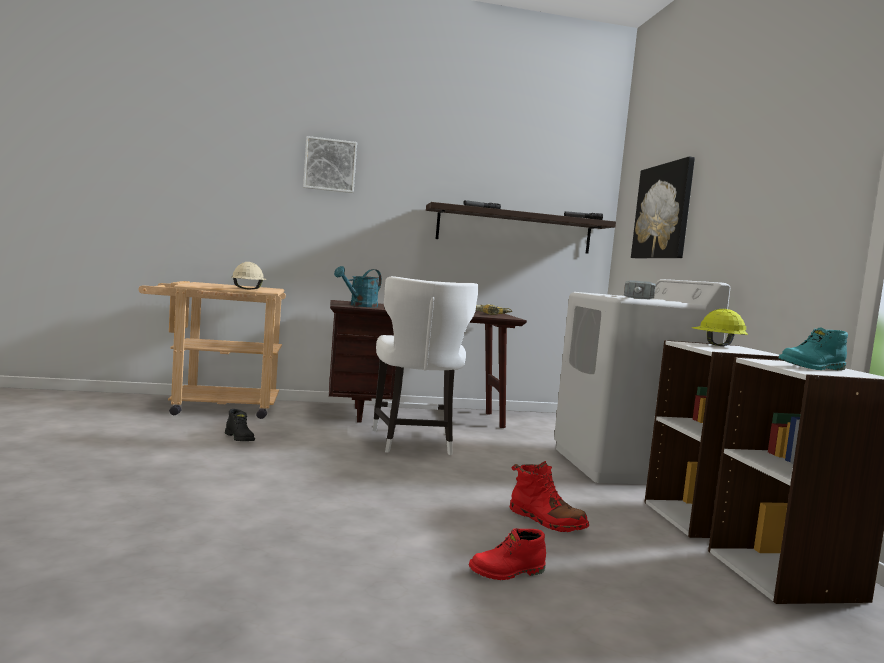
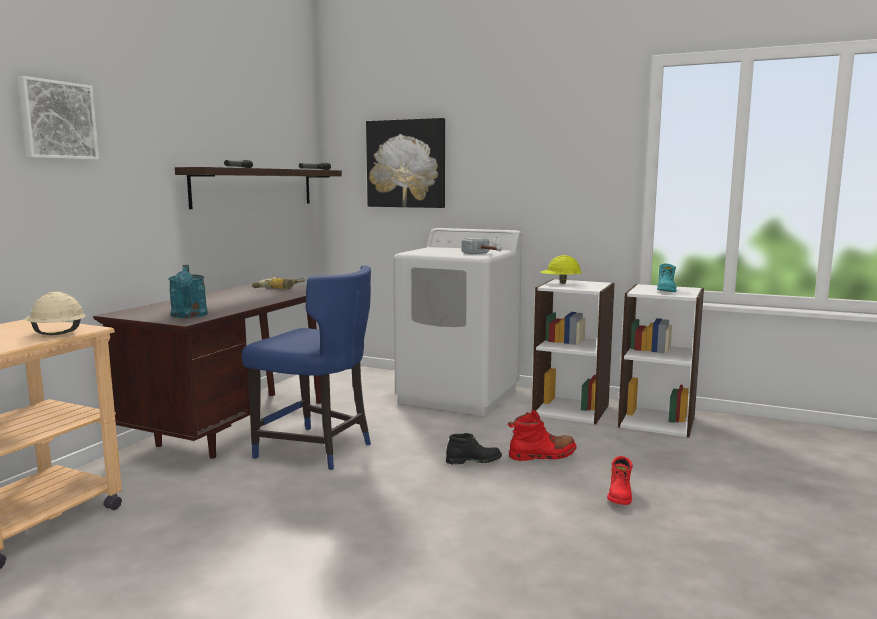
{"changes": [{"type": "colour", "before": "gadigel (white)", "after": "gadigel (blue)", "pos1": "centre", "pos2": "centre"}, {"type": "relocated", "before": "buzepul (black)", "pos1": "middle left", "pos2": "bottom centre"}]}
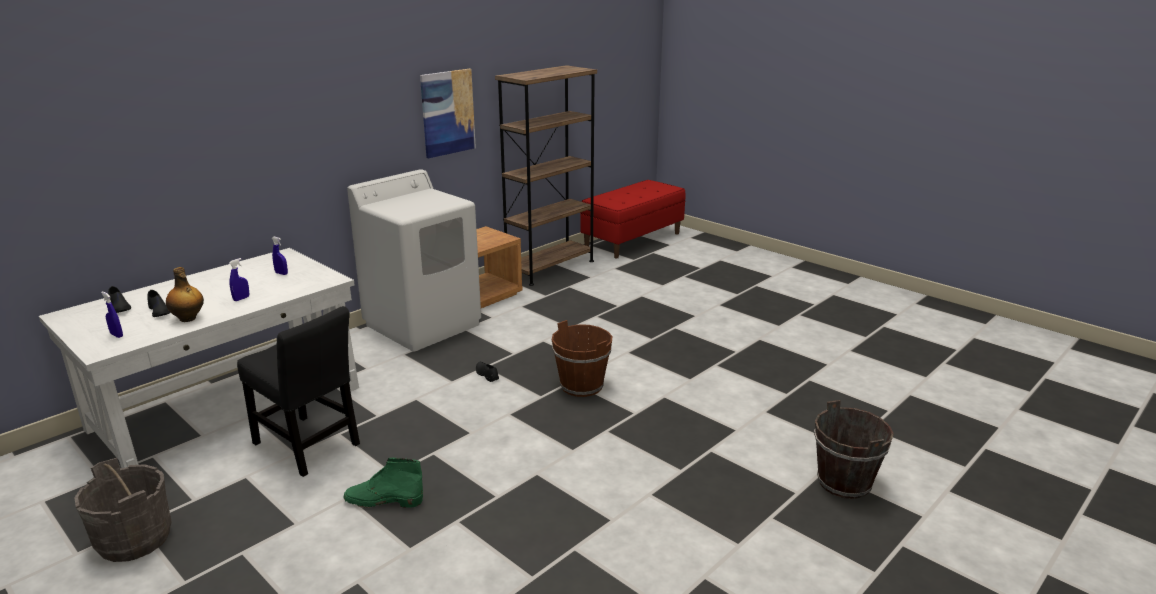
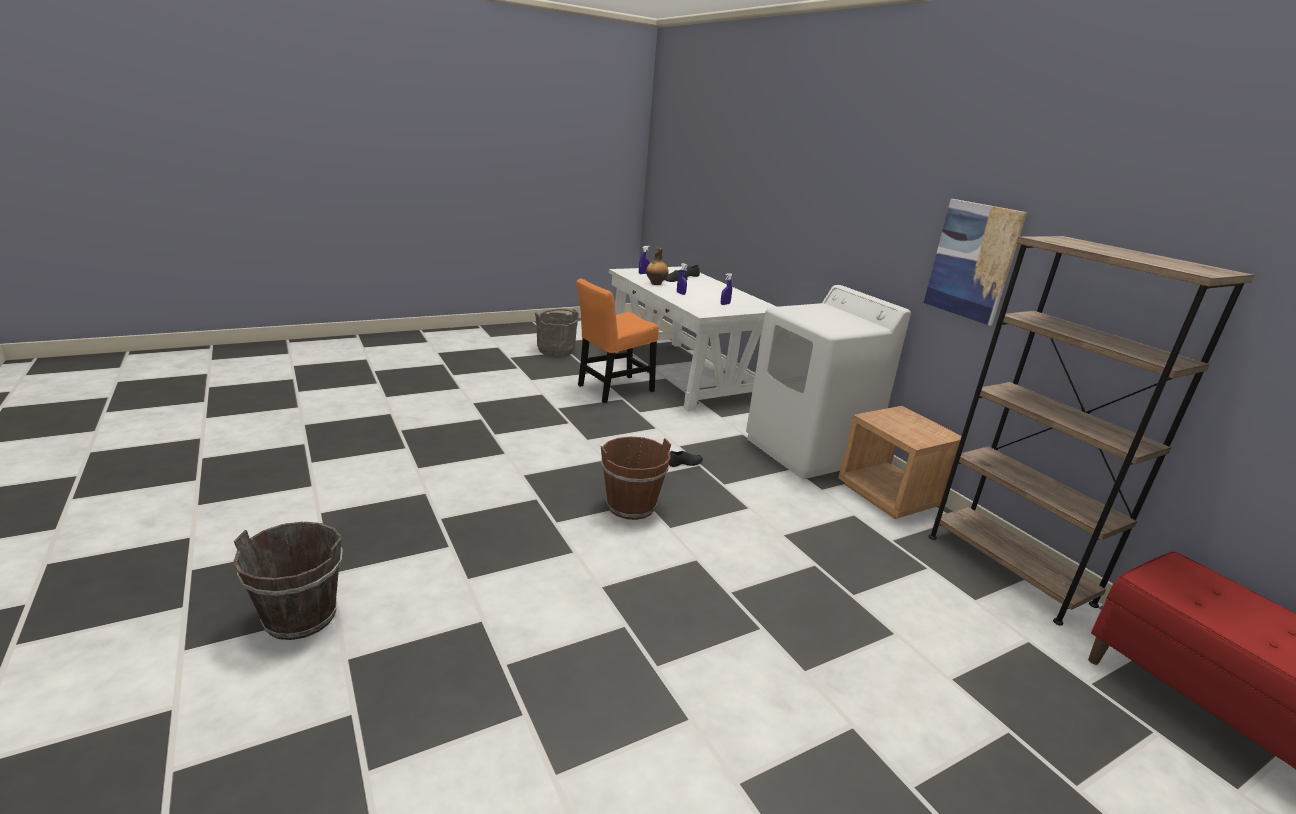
{"changes": [{"type": "colour", "before": "gadigel (black)", "after": "gadigel (orange)", "pos1": "middle left", "pos2": "centre"}, {"type": "missing", "before": "buzepul (green)", "pos1": "bottom left"}]}
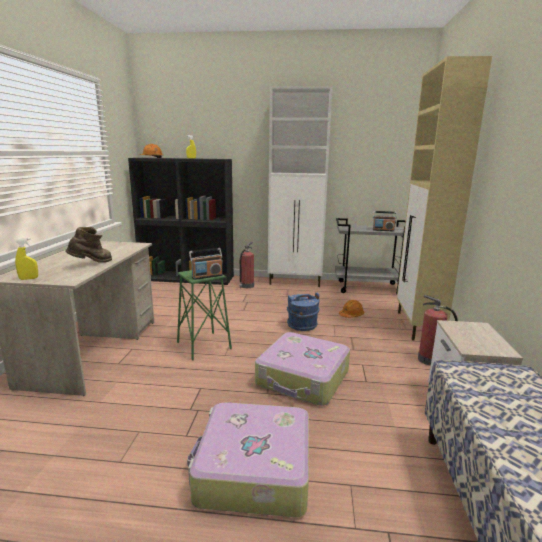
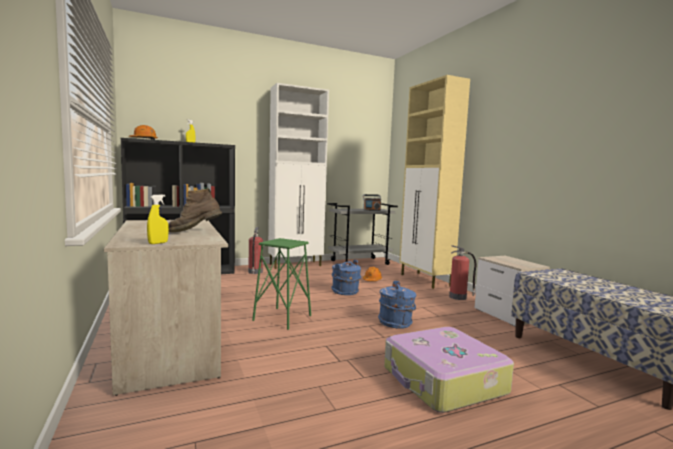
{"changes": [{"type": "spun", "before": "buzepul (brown)", "pos1": "middle left", "pos2": "middle left", "turn": -120}, {"type": "missing", "before": "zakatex (no. 1 from left)", "pos1": "centre"}, {"type": "exchanged", "before": "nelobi (no. 2 from left)", "after": "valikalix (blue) (no. 2 from left)", "pos1": "bottom centre", "pos2": "bottom centre"}]}
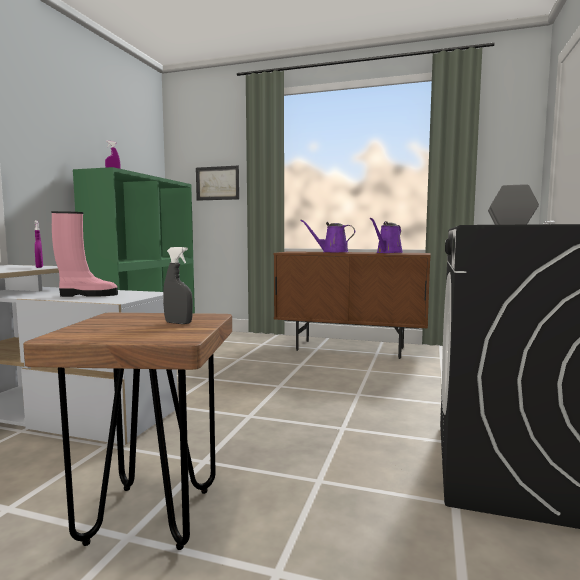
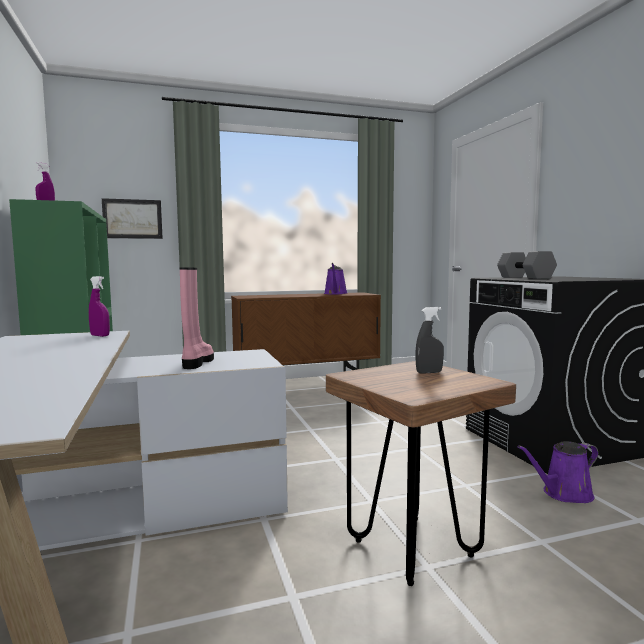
{"changes": [{"type": "spun", "before": "buzepul (pink)", "pos1": "middle left", "pos2": "middle left", "turn": -45}, {"type": "relocated", "before": "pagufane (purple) (no. 1 from left in the first image)", "after": "pagufane (purple) (no. 2 from left)", "pos1": "centre", "pos2": "bottom right"}]}
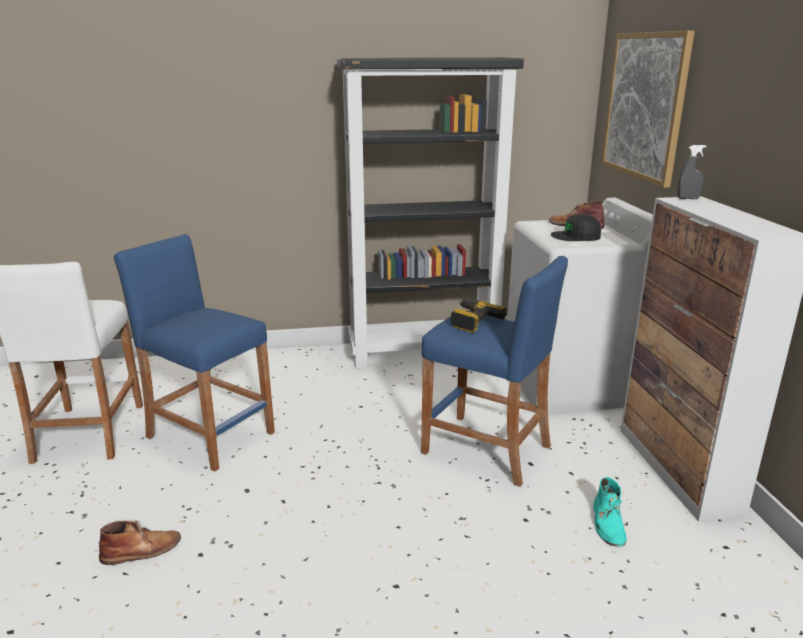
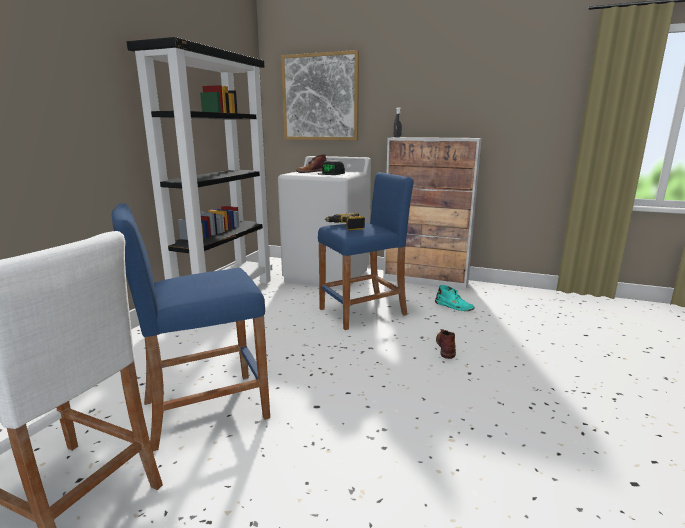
{"changes": [{"type": "relocated", "before": "buzepul (brown) (no. 1 from left in the first image)", "after": "buzepul (brown) (no. 2 from left)", "pos1": "bottom left", "pos2": "centre"}]}
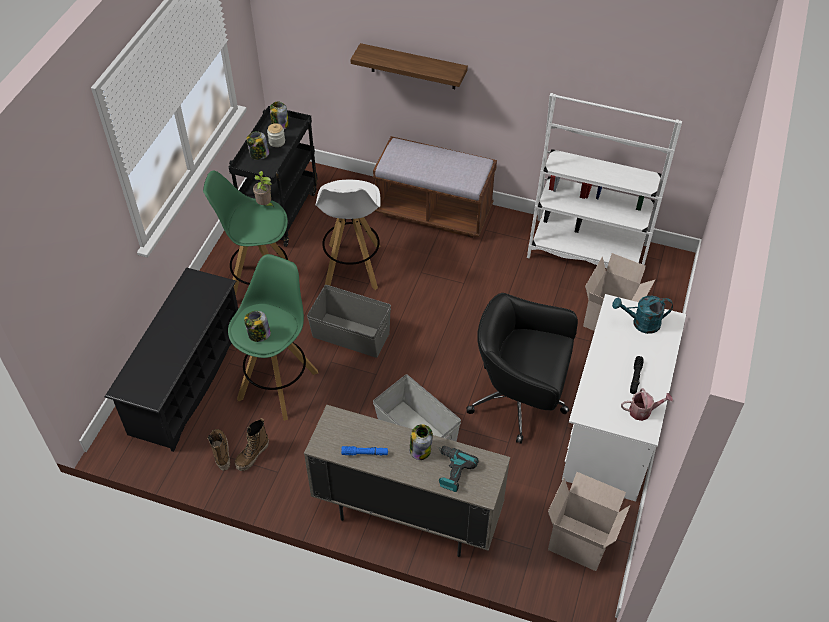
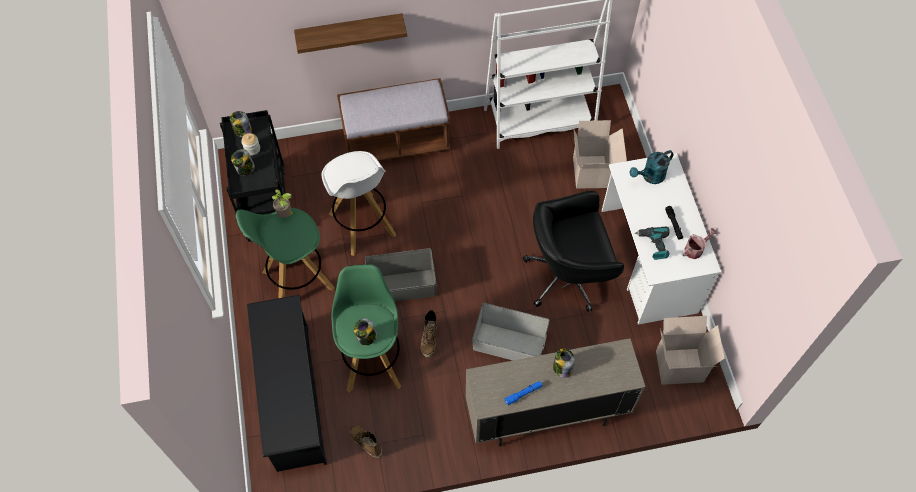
{"changes": [{"type": "relocated", "before": "buzepul (no. 2 from left)", "pos1": "bottom left", "pos2": "bottom centre"}, {"type": "relocated", "before": "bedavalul", "pos1": "bottom centre", "pos2": "middle right"}]}
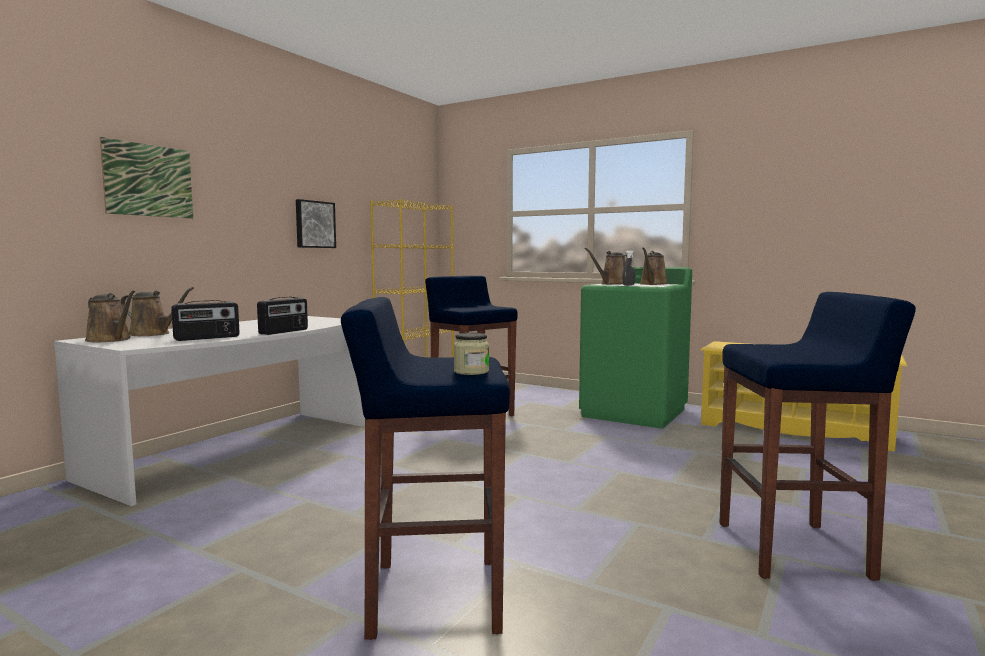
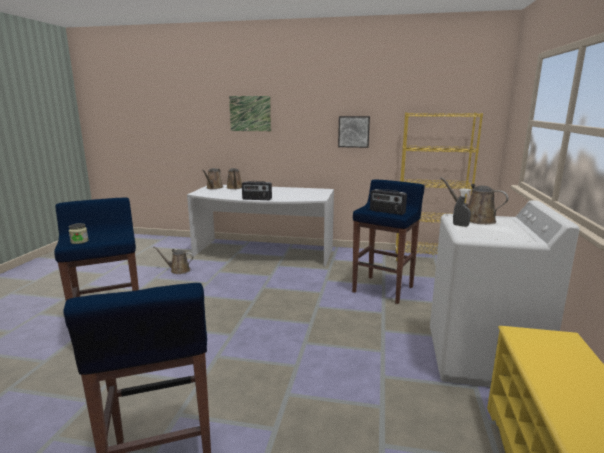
{"changes": [{"type": "relocated", "before": "pagufane (brown) (no. 4 from left in the first image)", "after": "pagufane (brown) (no. 1 from left)", "pos1": "centre", "pos2": "middle left"}, {"type": "colour", "before": "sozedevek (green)", "after": "sozedevek (white)", "pos1": "centre", "pos2": "middle right"}, {"type": "relocated", "before": "zakatex (no. 1 from left in the first image)", "after": "zakatex (no. 2 from left)", "pos1": "middle left", "pos2": "centre"}]}
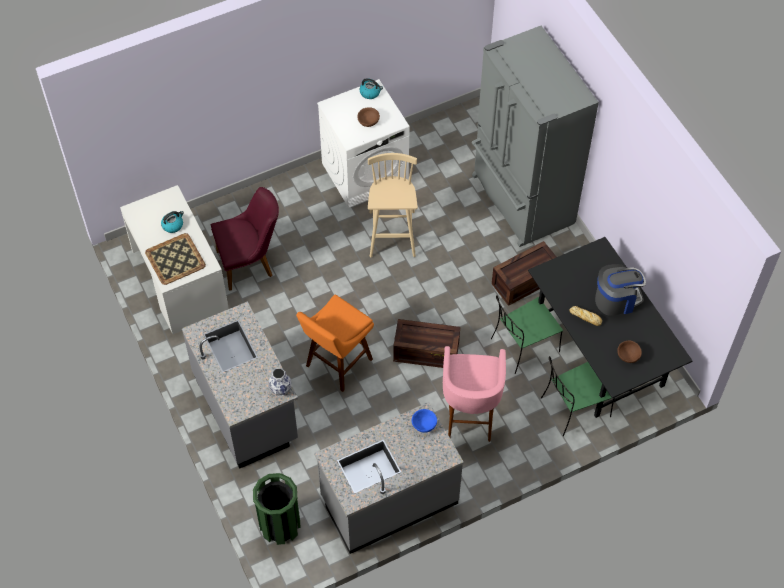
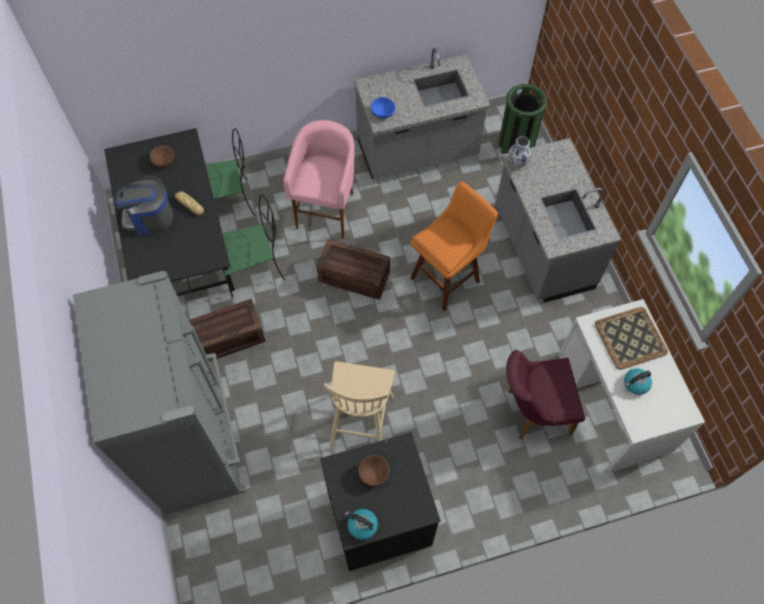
{"changes": [{"type": "colour", "before": "sozedevek (white)", "after": "sozedevek (black)", "pos1": "top centre", "pos2": "bottom centre"}]}
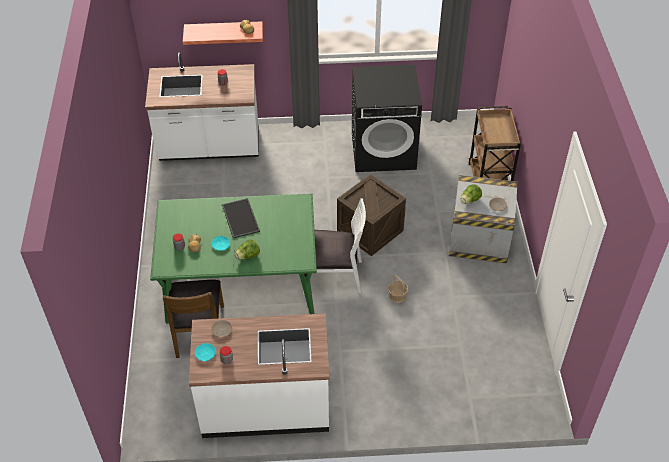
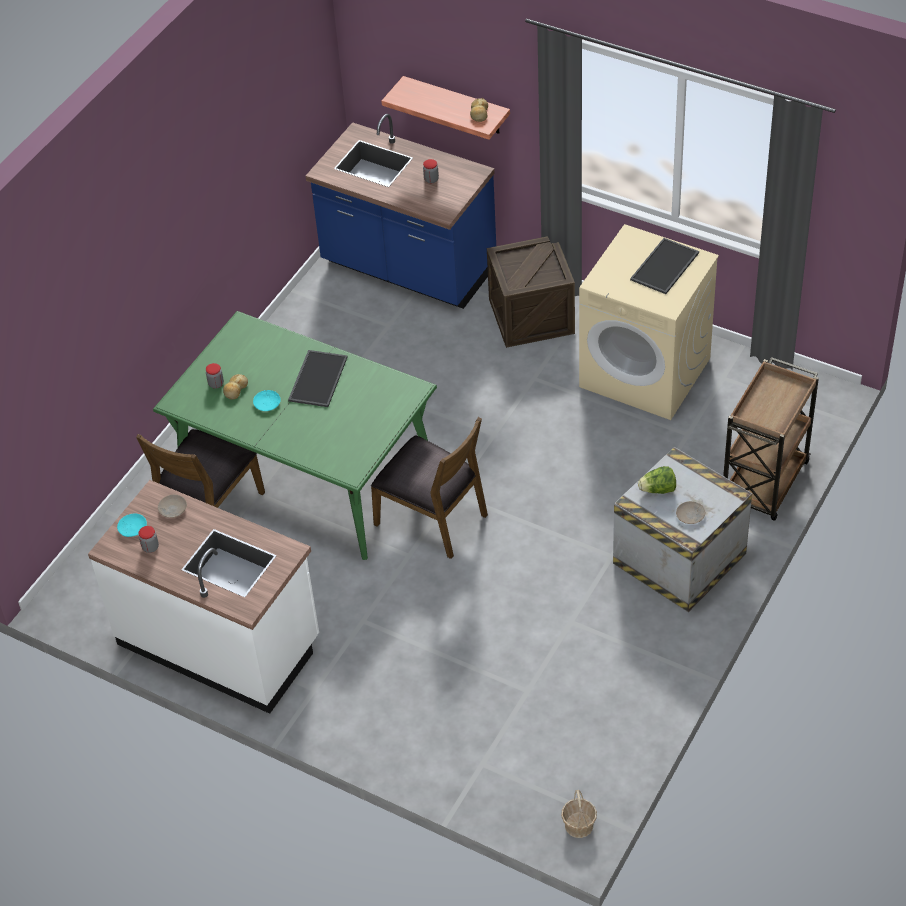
{"changes": [{"type": "colour", "before": "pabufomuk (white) (no. 1 from left)", "after": "pabufomuk (blue)", "pos1": "top left", "pos2": "top centre"}, {"type": "colour", "before": "sozedevek (black)", "after": "sozedevek (beige)", "pos1": "top centre", "pos2": "middle right"}, {"type": "relocated", "before": "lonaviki (no. 1 from left)", "pos1": "centre", "pos2": "top centre"}, {"type": "colour", "before": "gadigel (white)", "after": "gadigel (brown) (no. 2 from left)", "pos1": "centre", "pos2": "centre"}, {"type": "missing", "before": "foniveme (no. 1 from left)", "pos1": "centre"}, {"type": "relocated", "before": "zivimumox", "pos1": "centre", "pos2": "bottom centre"}, {"type": "appeared", "after": "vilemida (no. 2 from left)", "pos2": "top right"}]}
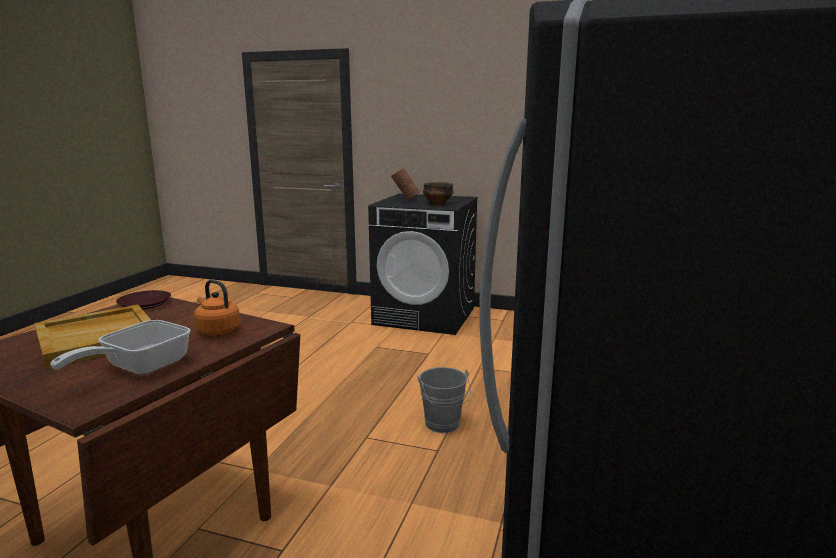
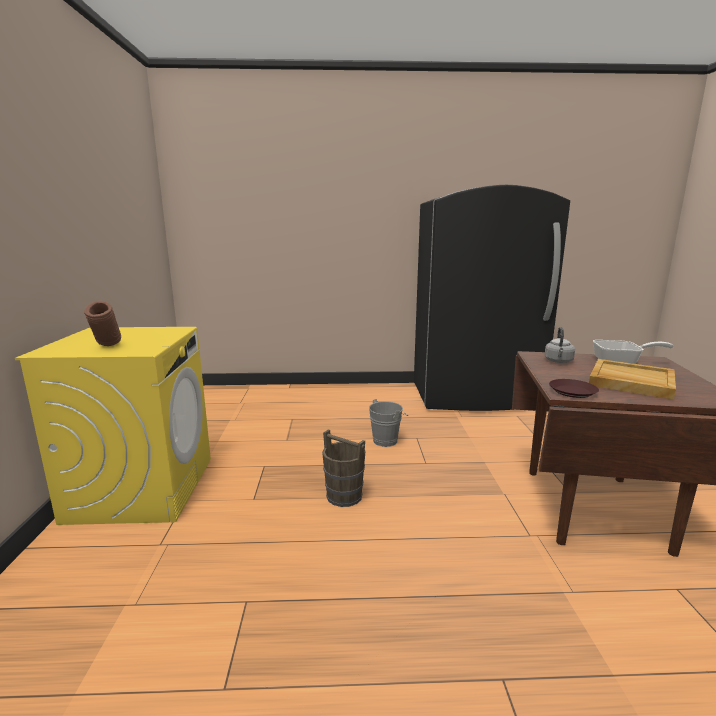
{"changes": [{"type": "missing", "before": "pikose", "pos1": "centre"}, {"type": "colour", "before": "sozedevek (black)", "after": "sozedevek (yellow)", "pos1": "centre", "pos2": "middle left"}, {"type": "colour", "before": "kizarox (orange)", "after": "kizarox (grey)", "pos1": "middle left", "pos2": "middle right"}, {"type": "appeared", "after": "valikalix (brown)", "pos2": "centre"}]}
